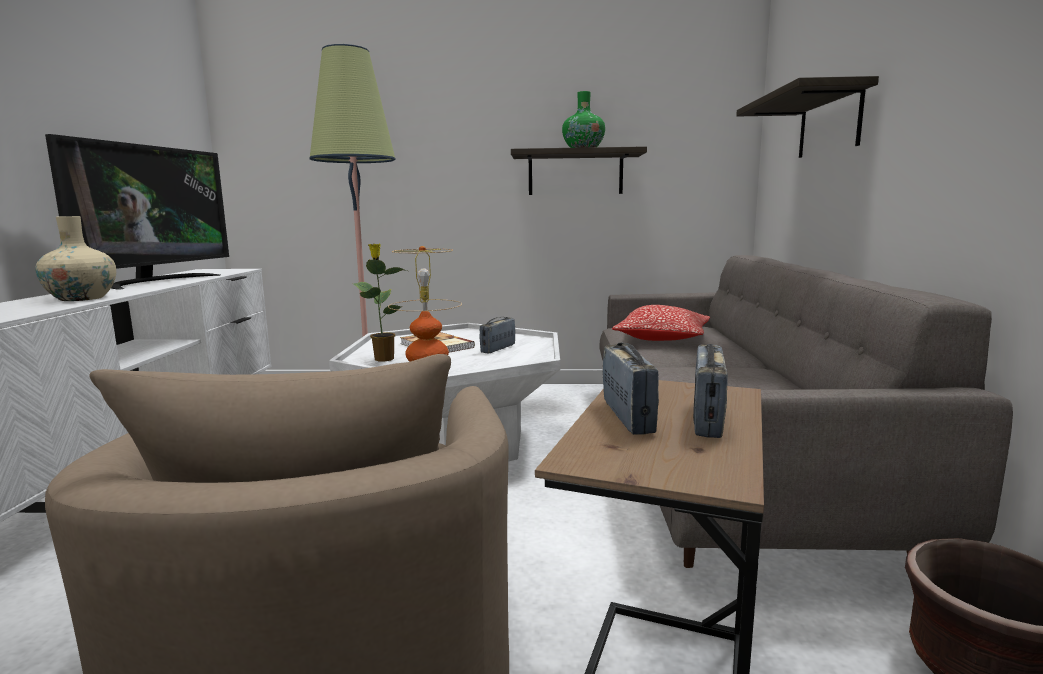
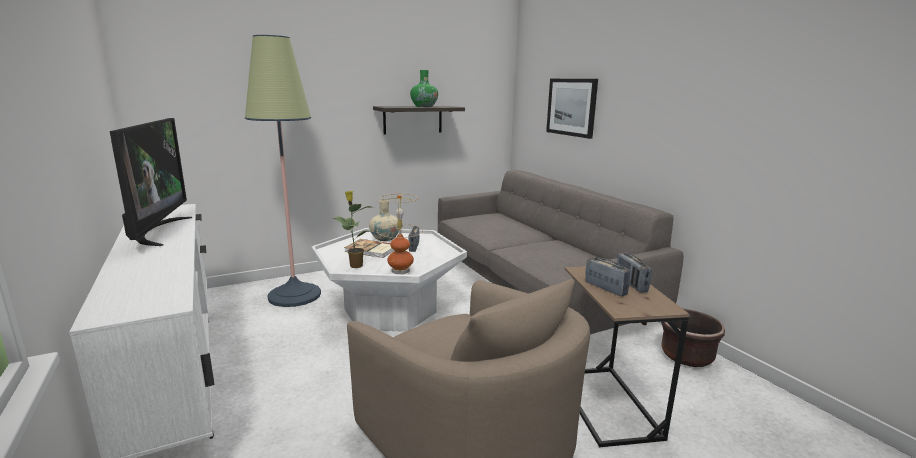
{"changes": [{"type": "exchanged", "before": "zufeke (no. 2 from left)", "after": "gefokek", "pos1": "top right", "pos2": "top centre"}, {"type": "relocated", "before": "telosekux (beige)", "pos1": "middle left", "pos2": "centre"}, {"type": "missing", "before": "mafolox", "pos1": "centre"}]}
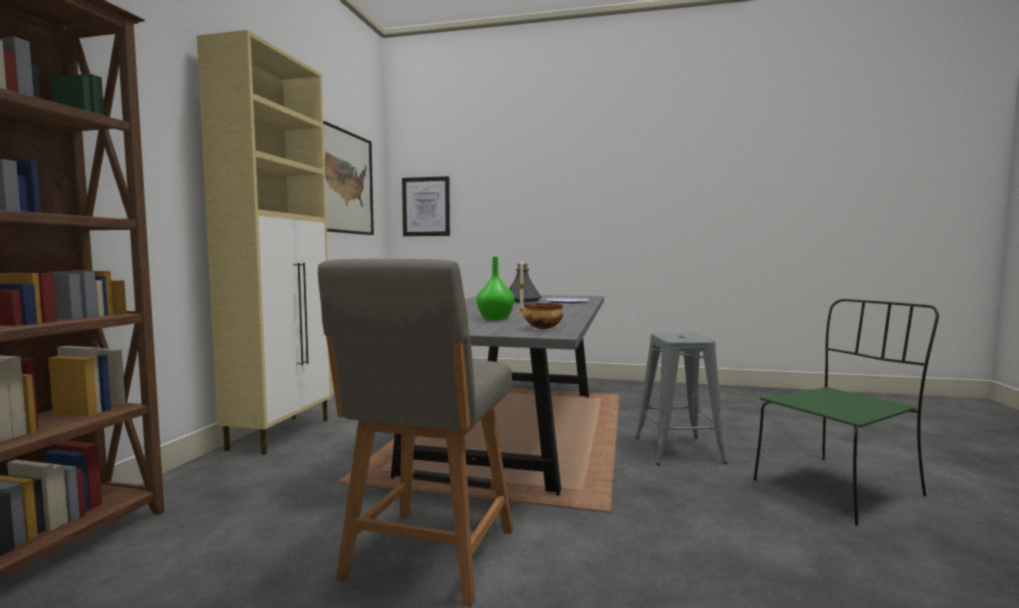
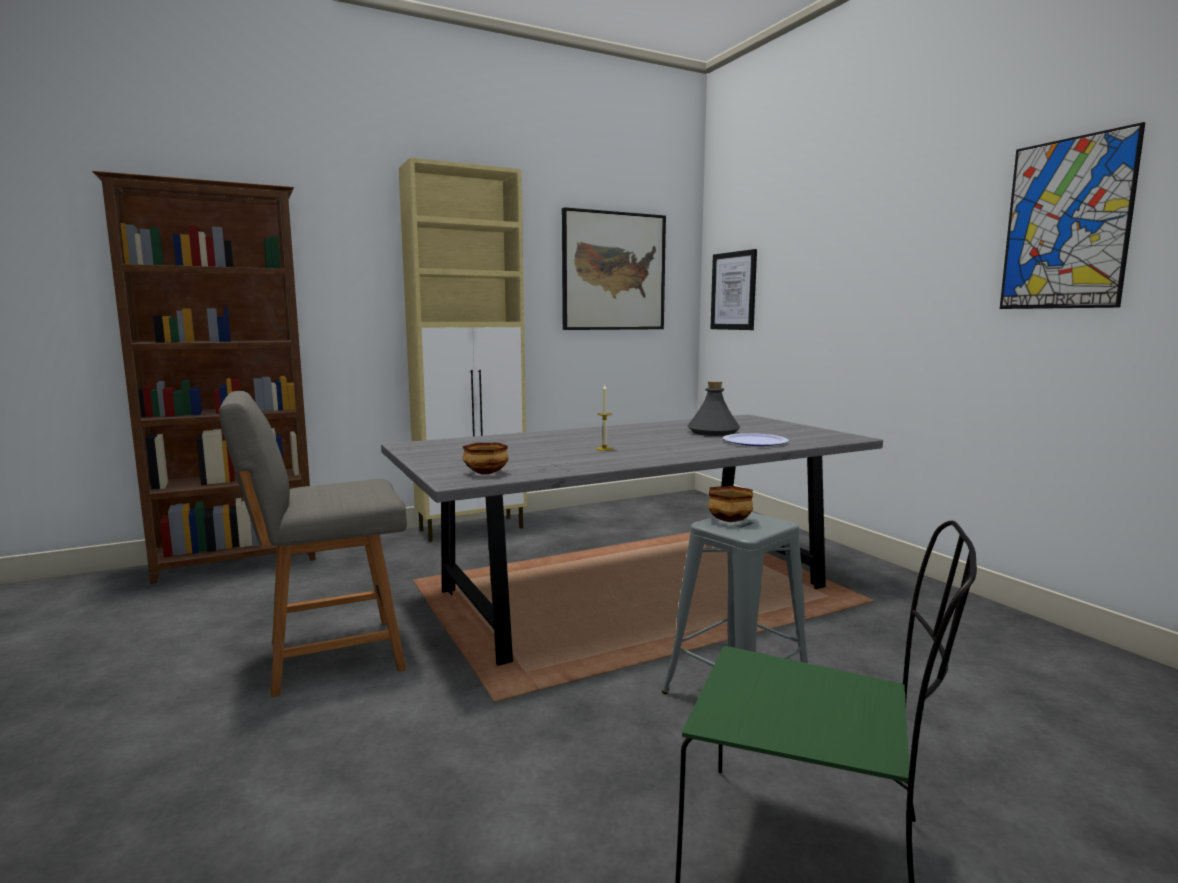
{"changes": [{"type": "missing", "before": "telosekux (green)", "pos1": "centre"}, {"type": "appeared", "after": "gefokek (no. 3 from left)", "pos2": "top right"}, {"type": "appeared", "after": "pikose (no. 2 from left)", "pos2": "centre"}]}
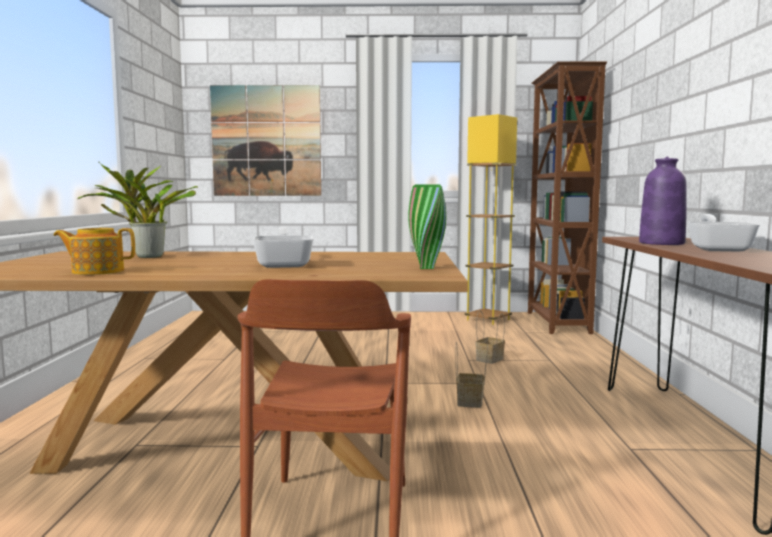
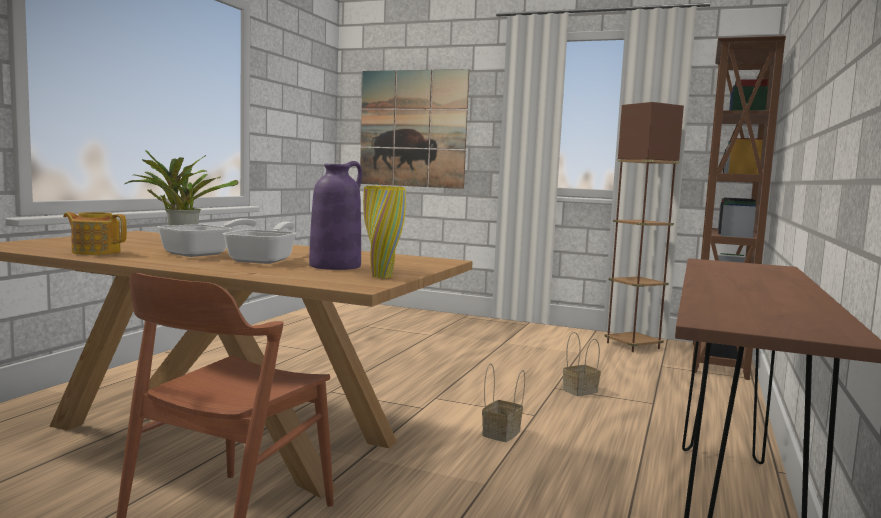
{"changes": [{"type": "colour", "before": "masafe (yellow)", "after": "masafe (brown)", "pos1": "centre", "pos2": "middle right"}, {"type": "relocated", "before": "telosekux (purple)", "pos1": "middle right", "pos2": "centre"}, {"type": "colour", "before": "telosekux (green)", "after": "telosekux (yellow)", "pos1": "centre", "pos2": "centre"}, {"type": "relocated", "before": "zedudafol (no. 2 from left in the first image)", "after": "zedudafol (no. 1 from left)", "pos1": "middle right", "pos2": "middle left"}]}
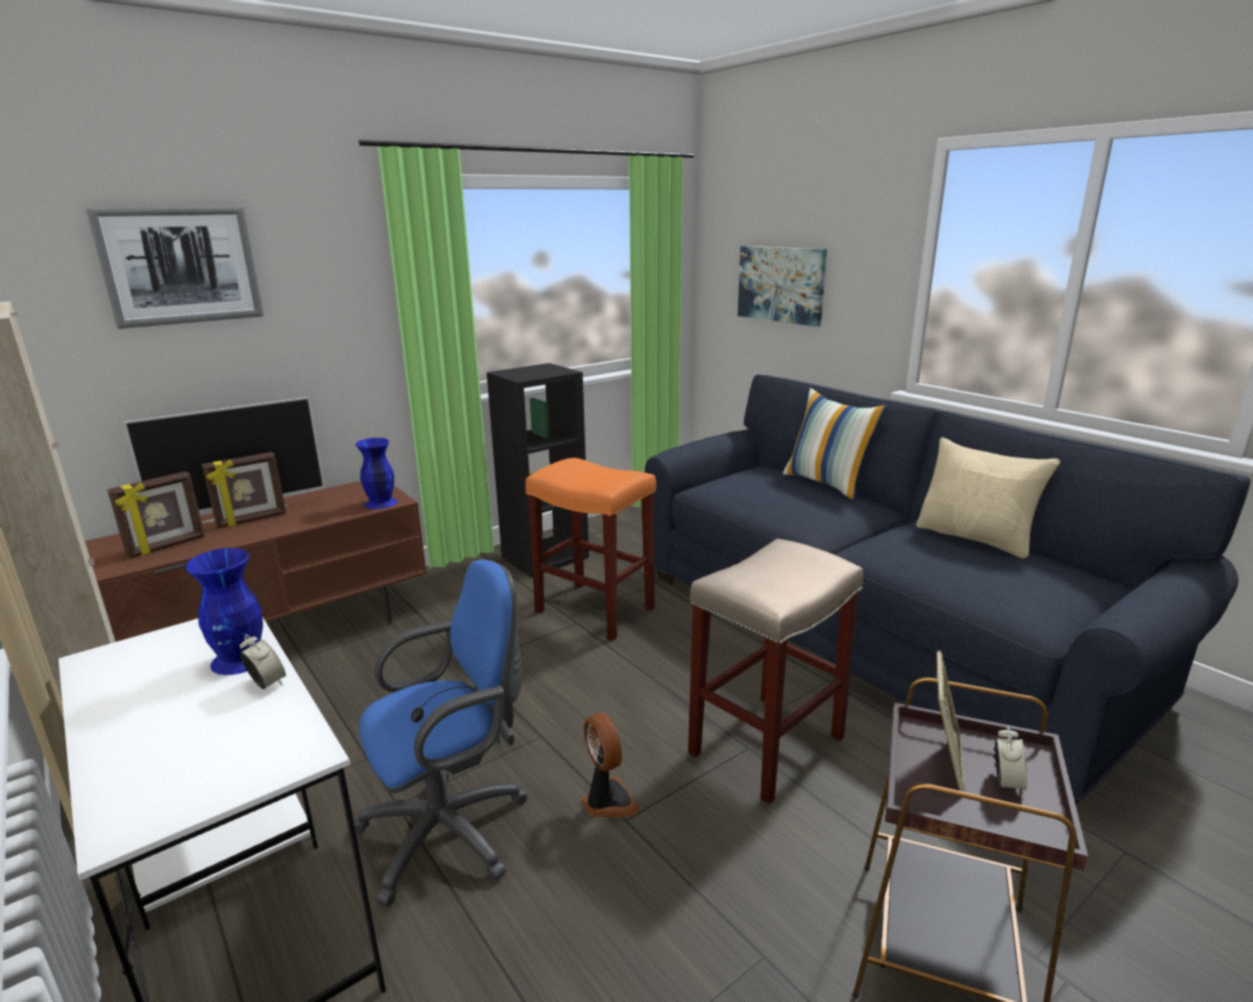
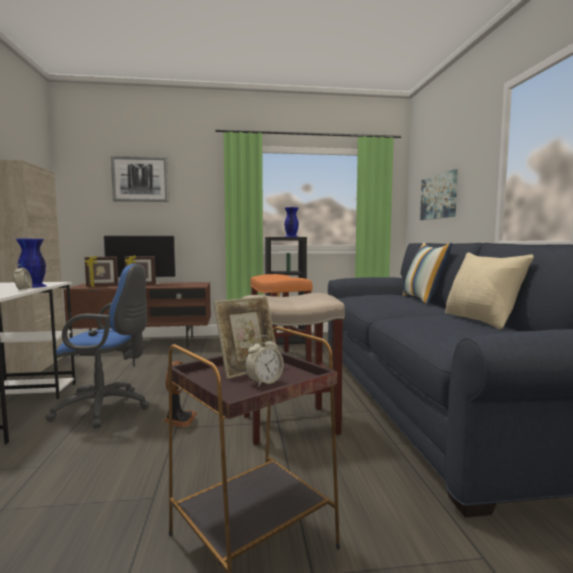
{"changes": [{"type": "relocated", "before": "telosekux (blue) (no. 2 from left)", "pos1": "middle left", "pos2": "centre"}]}
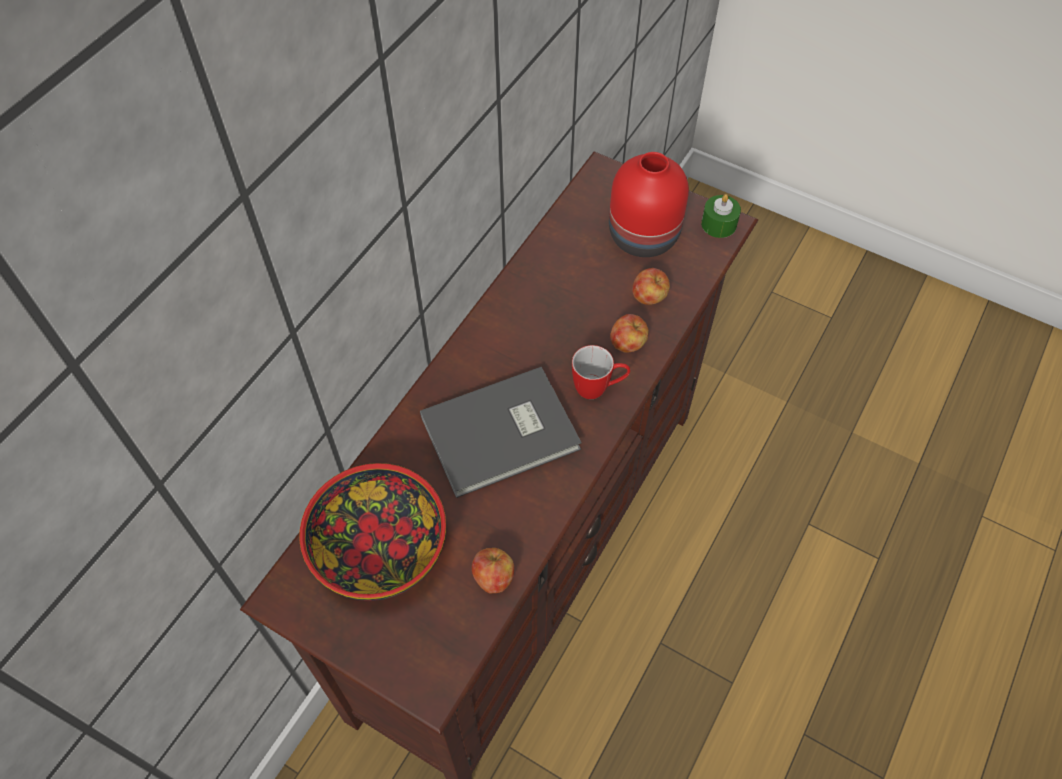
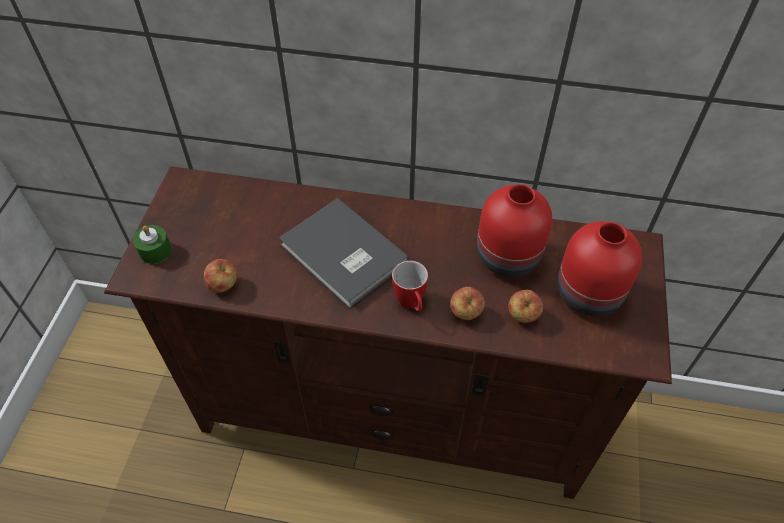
{"changes": [{"type": "relocated", "before": "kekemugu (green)", "pos1": "top right", "pos2": "middle left"}, {"type": "missing", "before": "pikose", "pos1": "bottom centre"}, {"type": "appeared", "after": "telosekux (red) (no. 1 from left)", "pos2": "centre"}]}
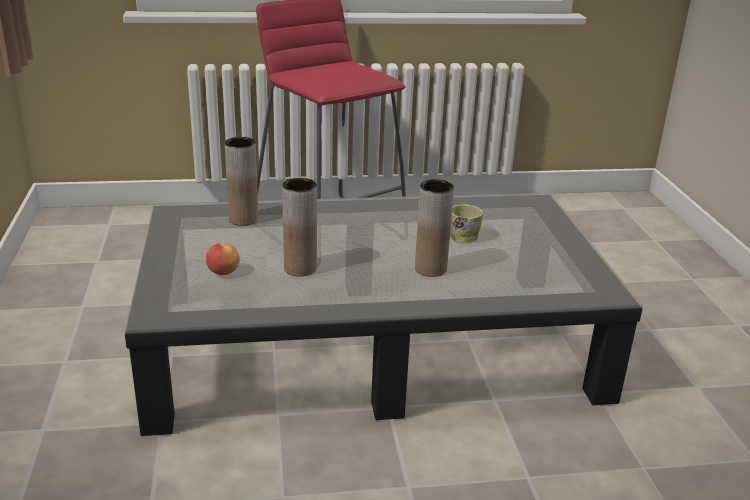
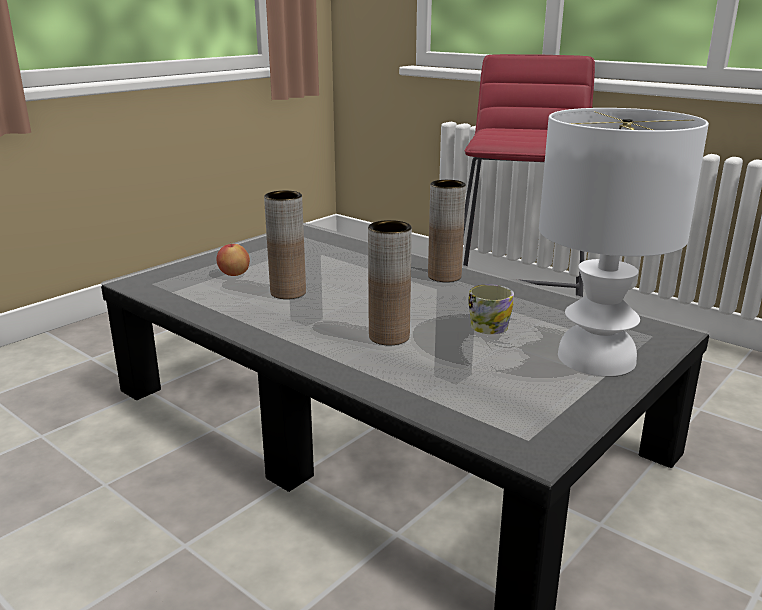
{"changes": [{"type": "relocated", "before": "telosekux (brown) (no. 1 from left in the first image)", "after": "telosekux (brown) (no. 3 from left)", "pos1": "middle left", "pos2": "centre"}, {"type": "appeared", "after": "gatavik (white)", "pos2": "middle right"}]}
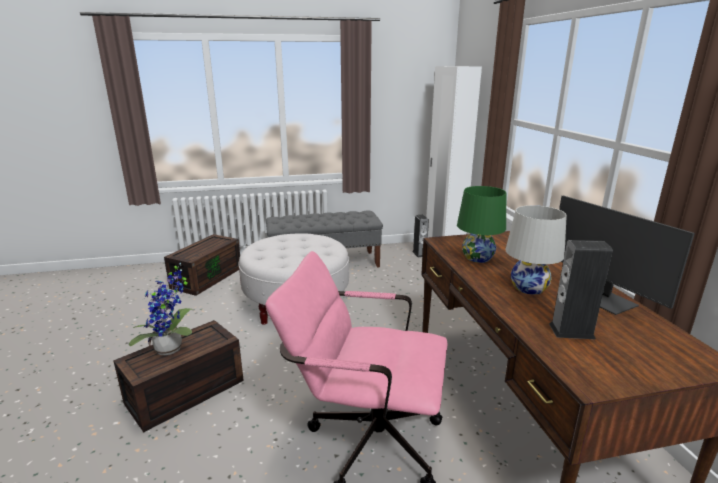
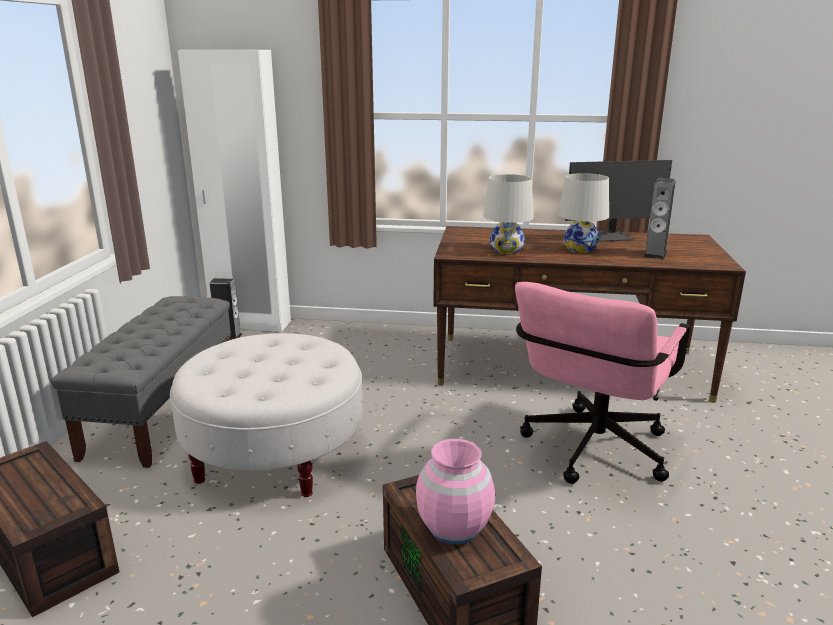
{"changes": [{"type": "colour", "before": "gatavik (green)", "after": "gatavik (white) (no. 1 from left)", "pos1": "middle right", "pos2": "centre"}, {"type": "exchanged", "before": "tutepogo", "after": "telosekux (pink)", "pos1": "middle left", "pos2": "bottom centre"}]}
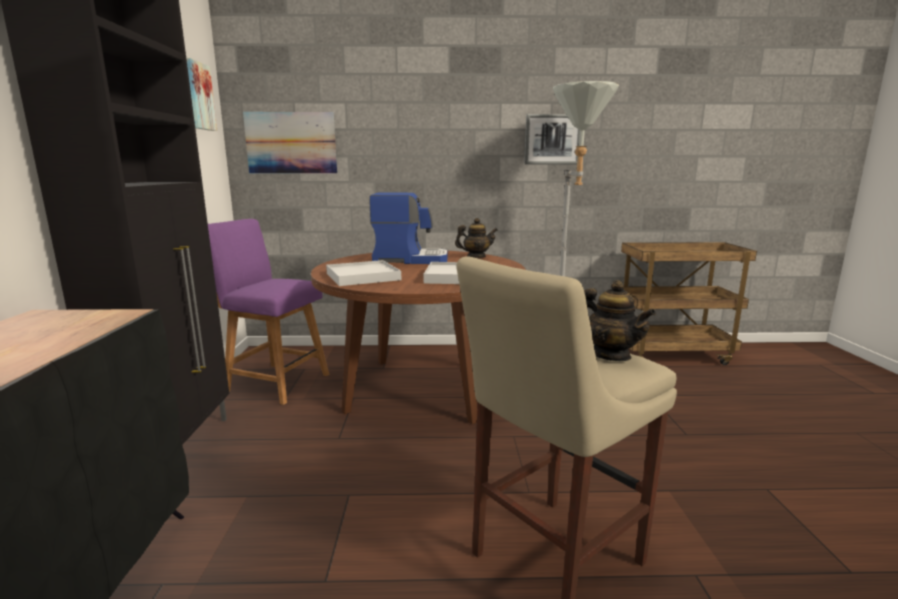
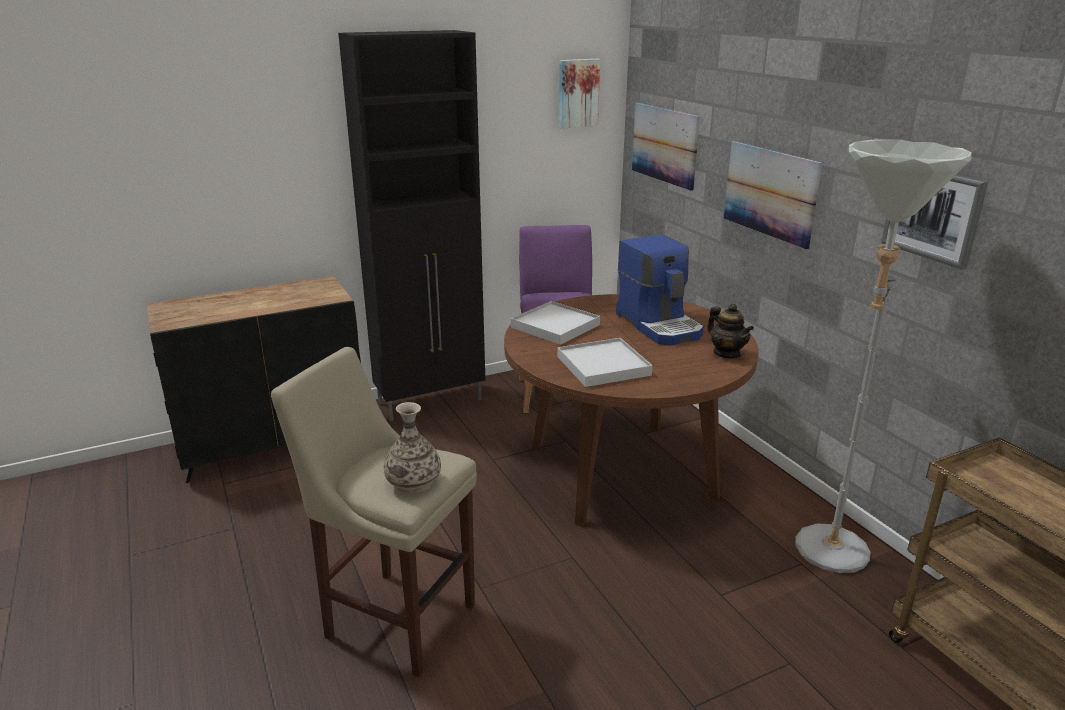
{"changes": [{"type": "exchanged", "before": "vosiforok (no. 2 from left)", "after": "telosekux", "pos1": "middle right", "pos2": "centre"}, {"type": "appeared", "after": "gefokek (no. 3 from left)", "pos2": "top right"}]}
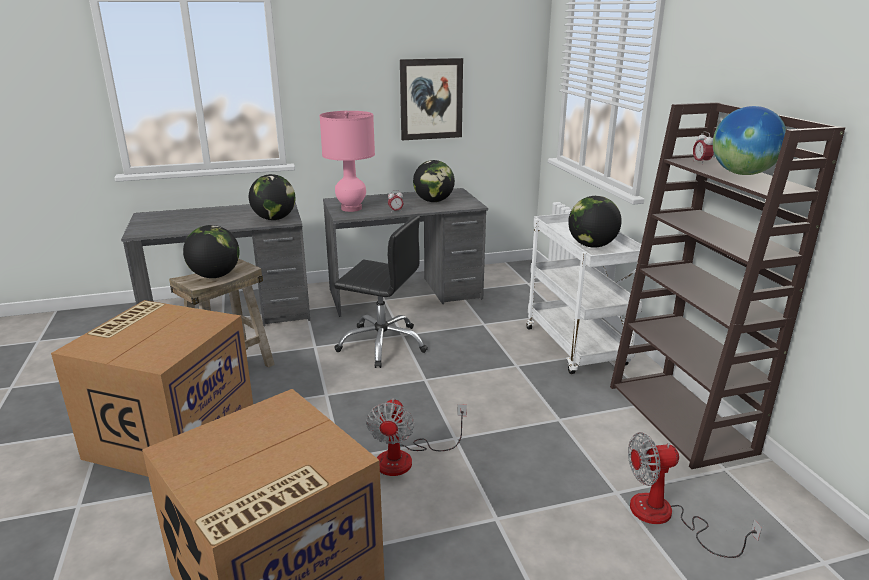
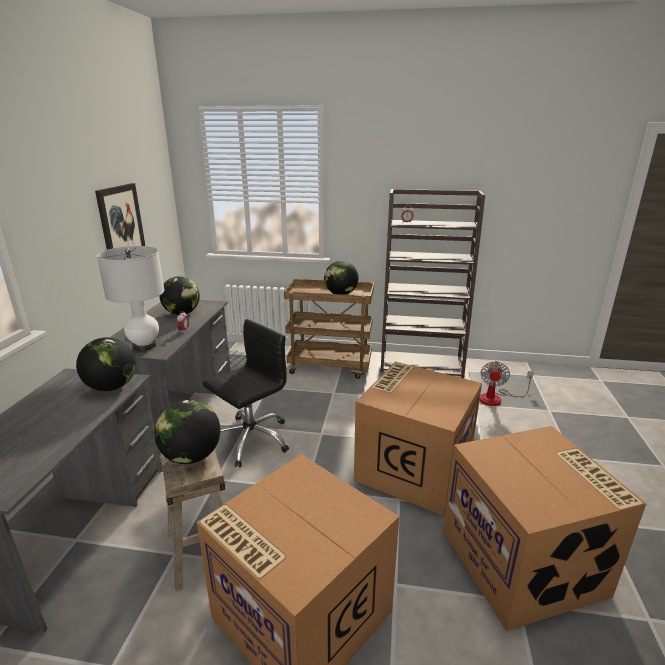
{"changes": [{"type": "missing", "before": "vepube (no. 5 from left)", "pos1": "top right"}, {"type": "colour", "before": "gatavik (pink)", "after": "gatavik (white)", "pos1": "top centre", "pos2": "middle left"}, {"type": "colour", "before": "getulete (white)", "after": "getulete (brown)", "pos1": "middle right", "pos2": "centre"}, {"type": "exchanged", "before": "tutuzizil (no. 1 from left)", "after": "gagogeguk (no. 2 from left)", "pos1": "bottom centre", "pos2": "centre"}]}
